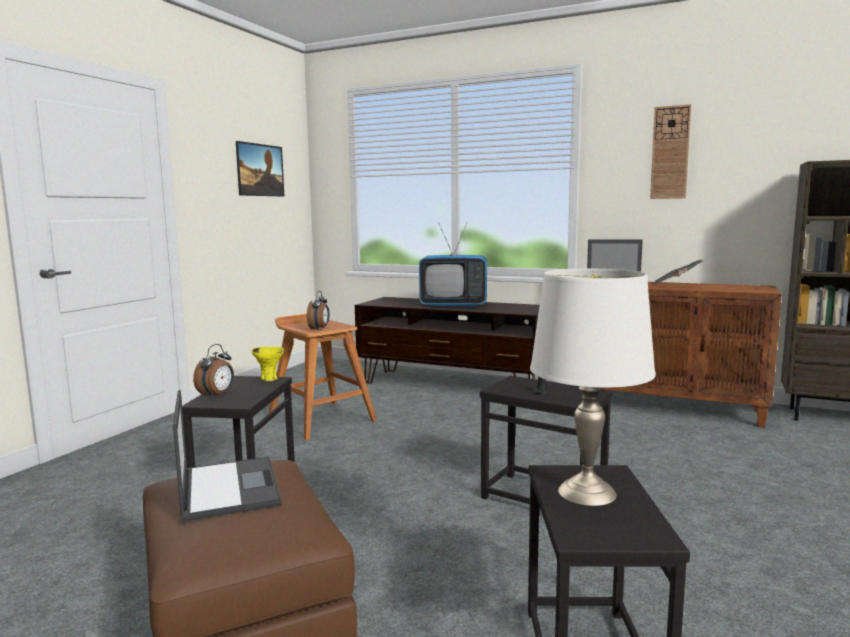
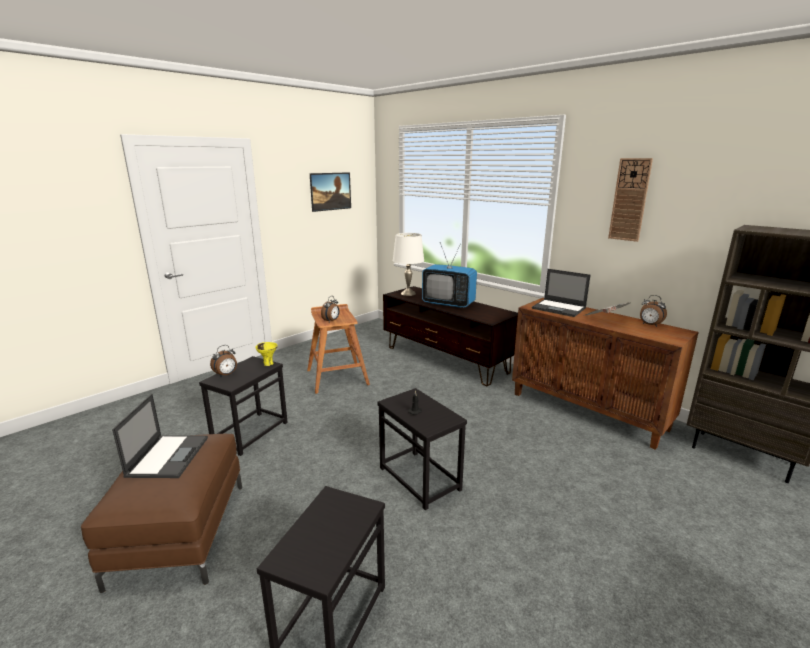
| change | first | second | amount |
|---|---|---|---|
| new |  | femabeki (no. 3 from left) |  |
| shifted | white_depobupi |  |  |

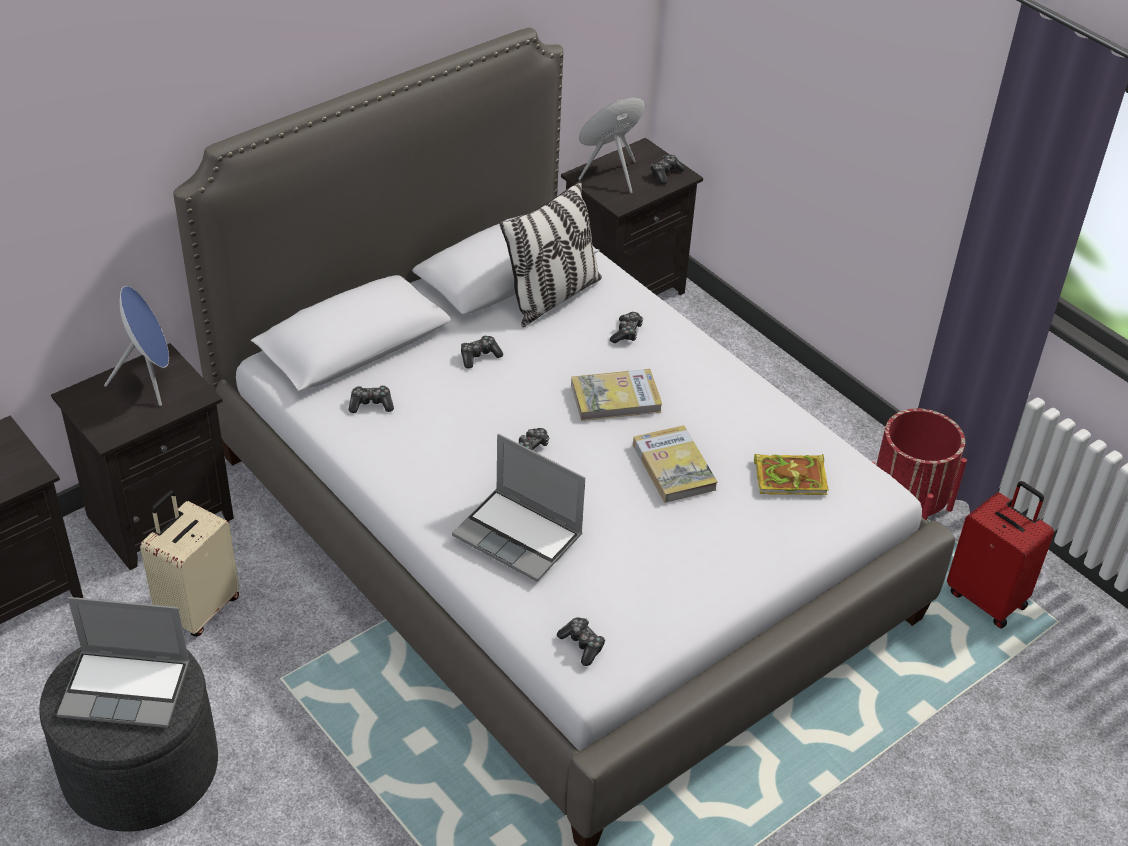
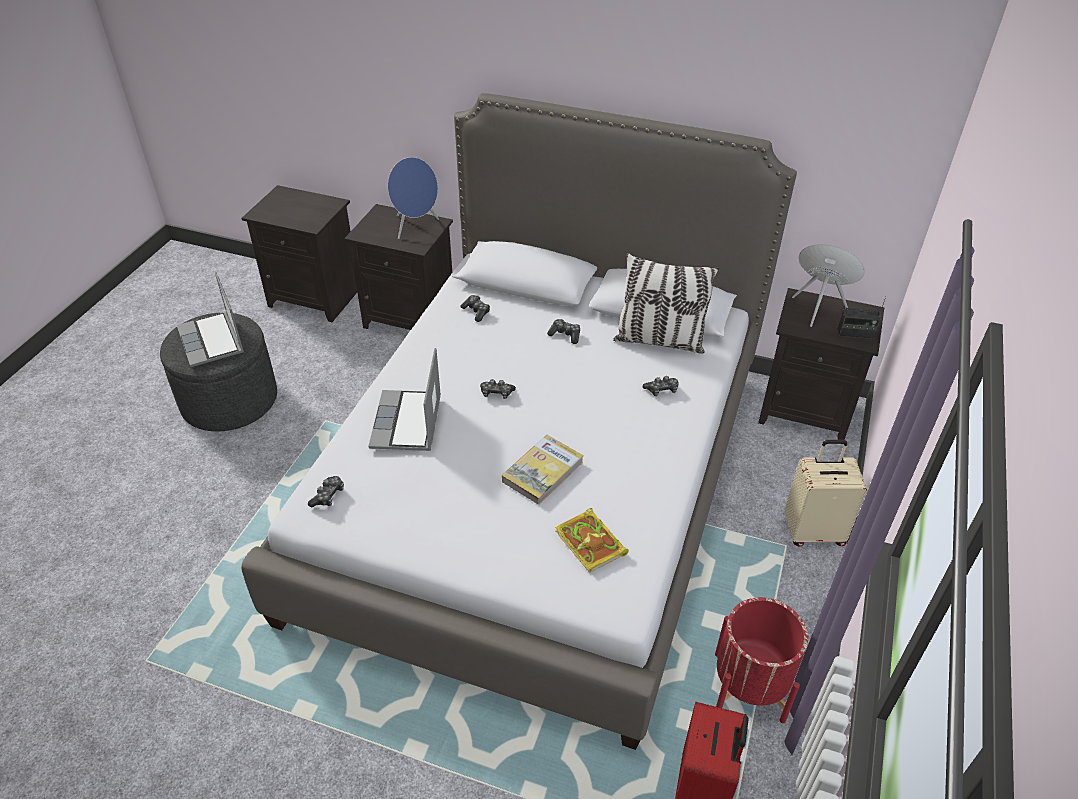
| change | first | second | amount |
|---|---|---|---|
| gone | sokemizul (no. 1 from left) |  |  |
| shifted | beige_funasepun |  |  |
| swapped | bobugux (no. 6 from left) | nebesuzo |  |

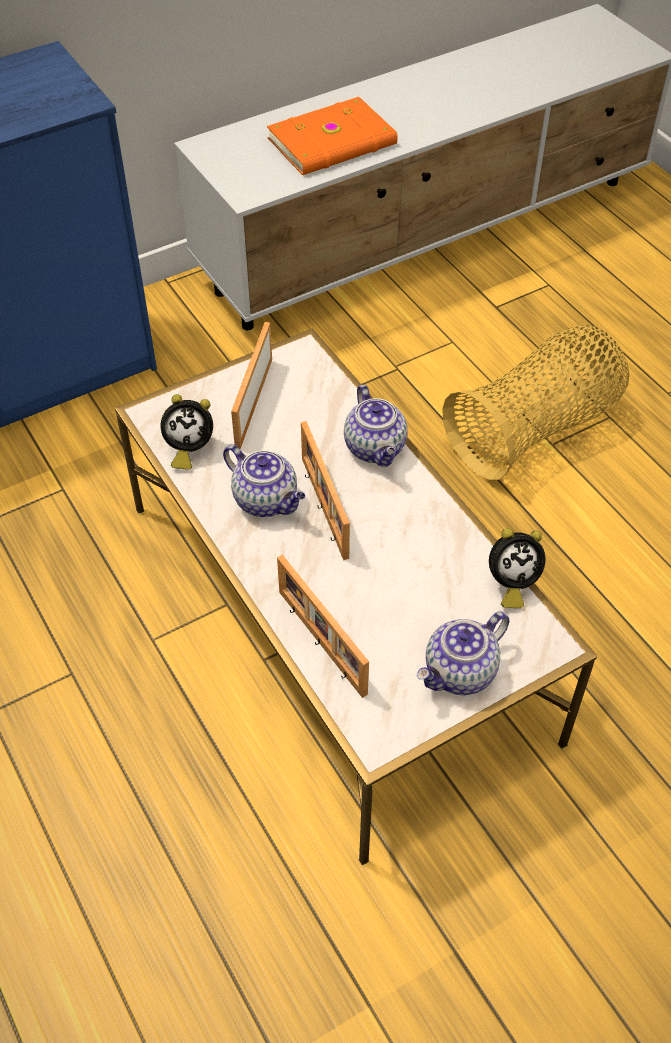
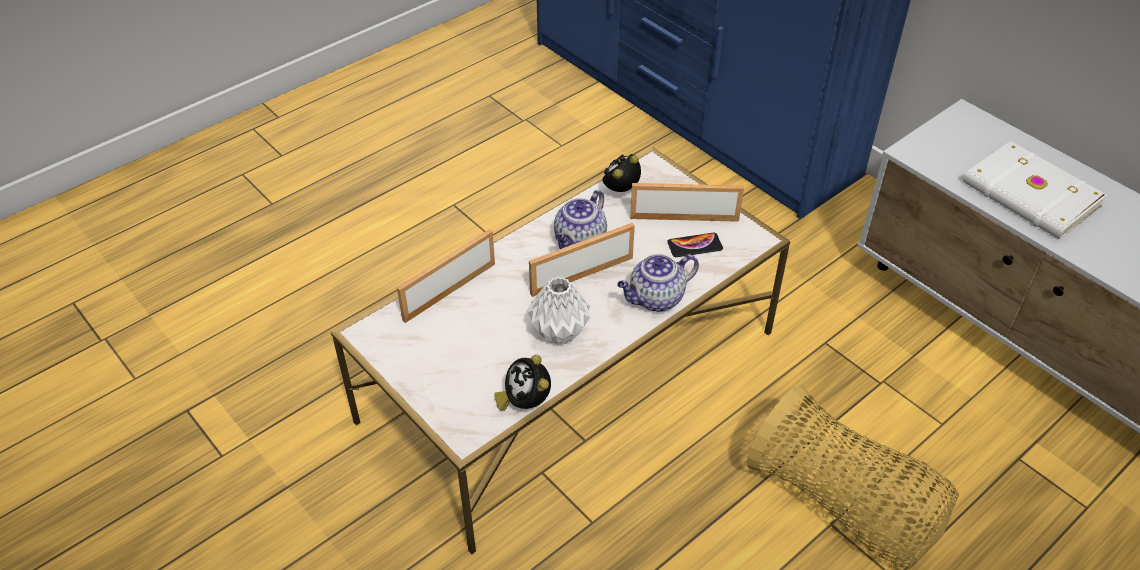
| change | first | second | amount |
|---|---|---|---|
| gone | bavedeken (no. 3 from left) |  |  |
| new |  | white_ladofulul |  |
| new |  | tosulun |  |
| repainted | orange_sokemizul | white_sokemizul |  |
| rotated | femabeki (no. 1 from left in the first image) | femabeki (no. 2 from left) | 60 degrees clockwise |

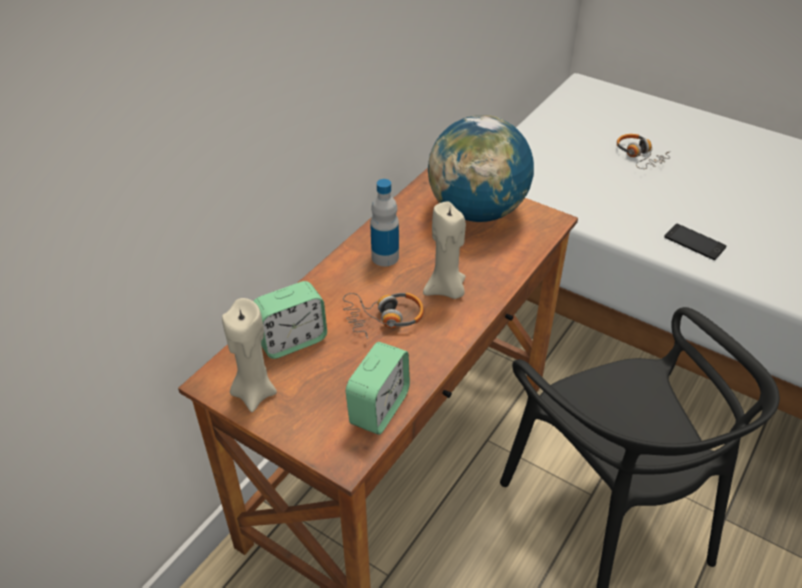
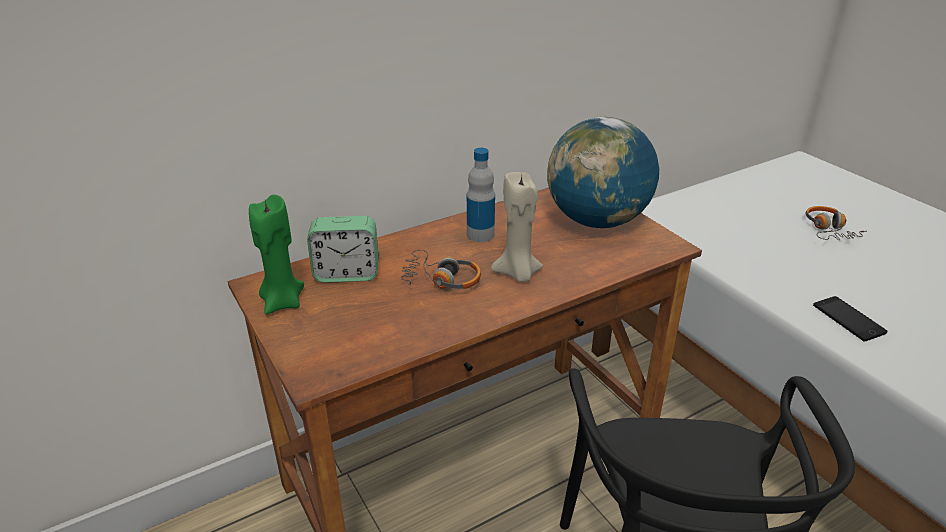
| change | first | second | amount |
|---|---|---|---|
| gone | femabeki (no. 2 from left) |  |  |
| repainted | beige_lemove (no. 1 from left) | green_lemove |  |

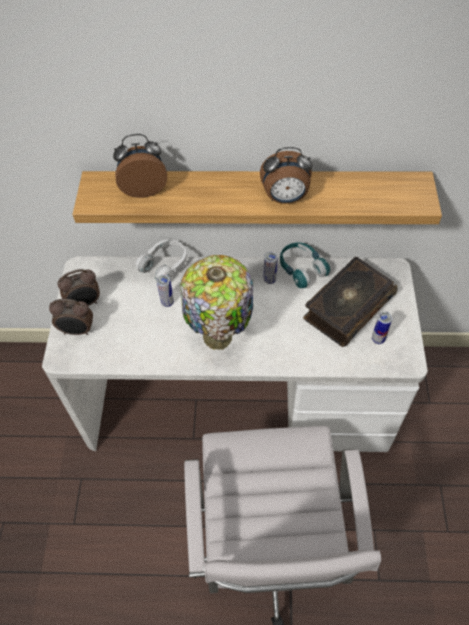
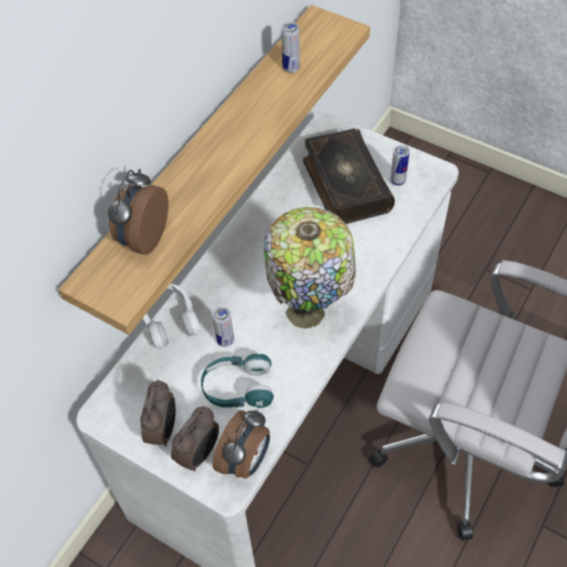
| change | first | second | amount |
|---|---|---|---|
| shifted | femabeki (no. 4 from left) |  |  |
| shifted | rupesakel (no. 2 from left) |  |  |
| shifted | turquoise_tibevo |  |  |

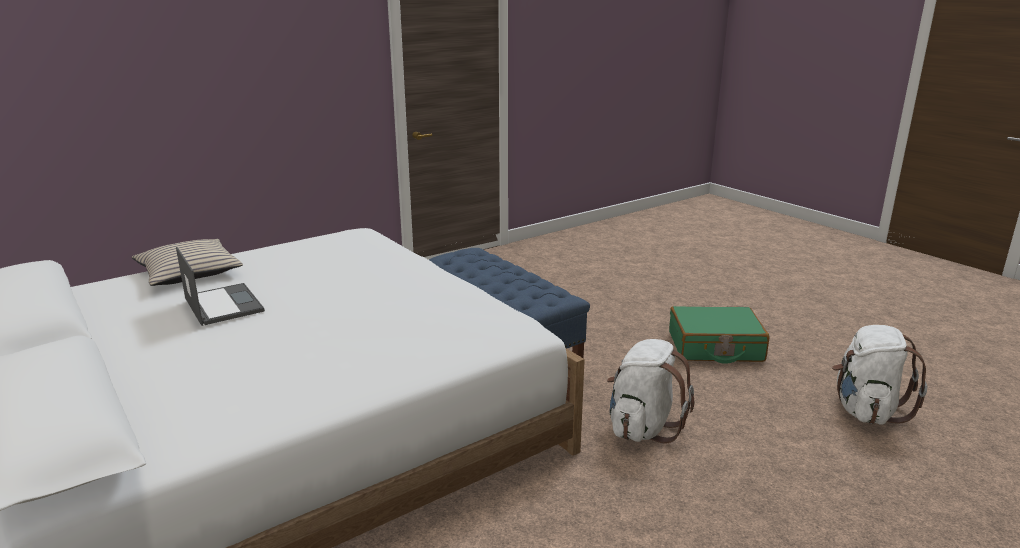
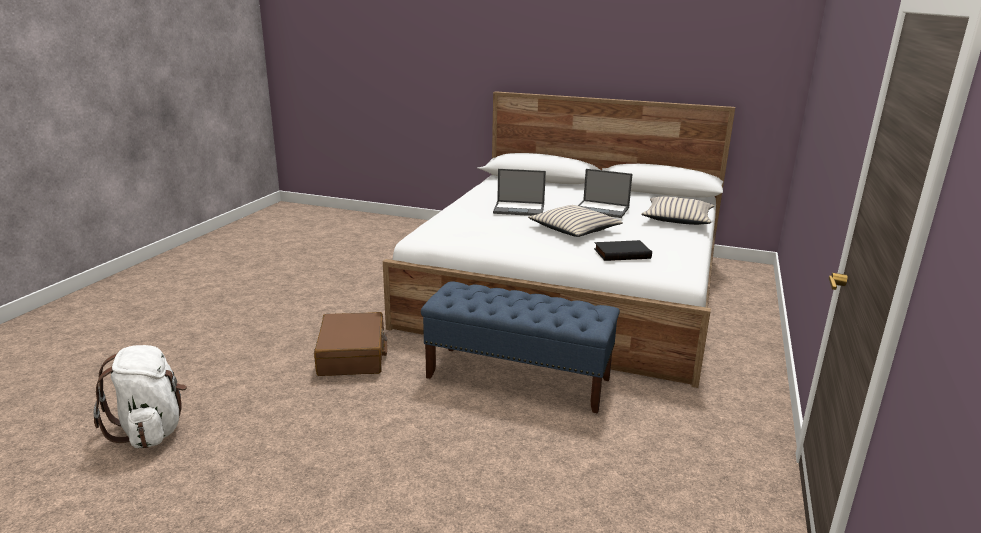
| change | first | second | amount |
|---|---|---|---|
| gone | green_funasepun |  |  |
| new |  | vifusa (no. 1 from left) |  |
| new |  | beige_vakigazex (no. 1 from left) |  |
| new |  | black_sokemizul |  |
| swapped | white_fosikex (no. 1 from left) | brown_funasepun |  |

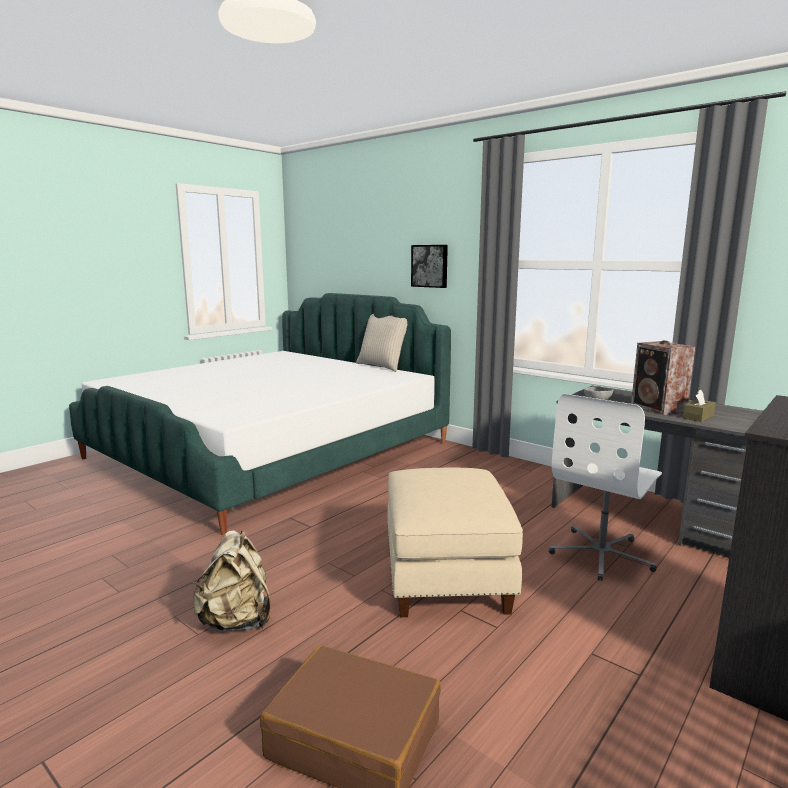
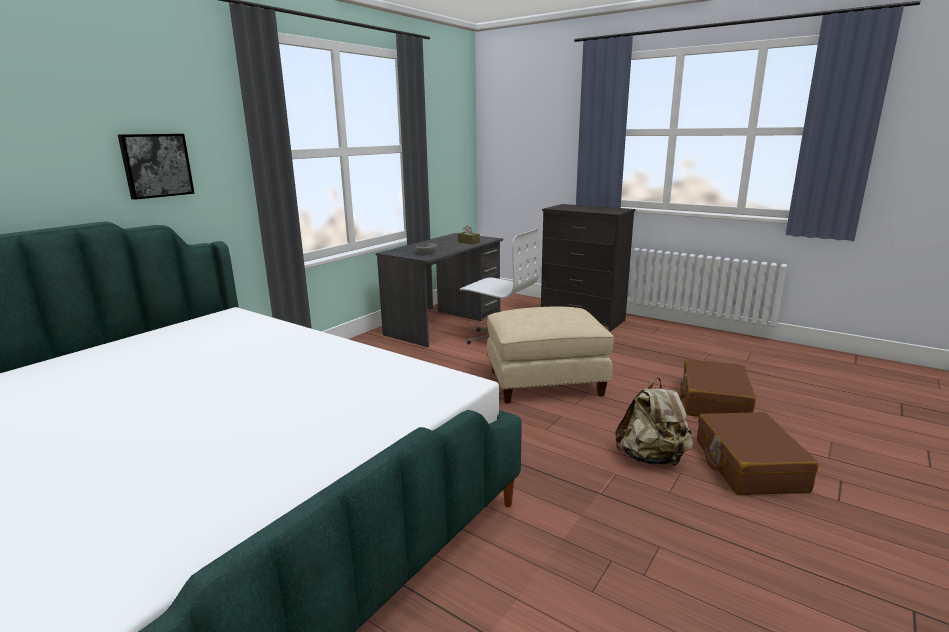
| change | first | second | amount |
|---|---|---|---|
| gone | beige_vakigazex |  |  |
| gone | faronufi |  |  |
| new |  | brown_funasepun (no. 2 from left) |  |

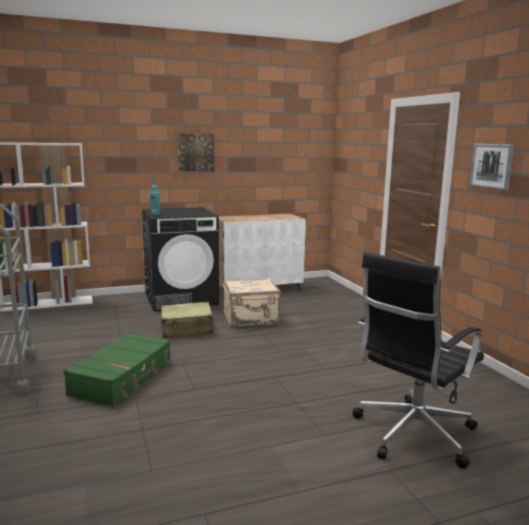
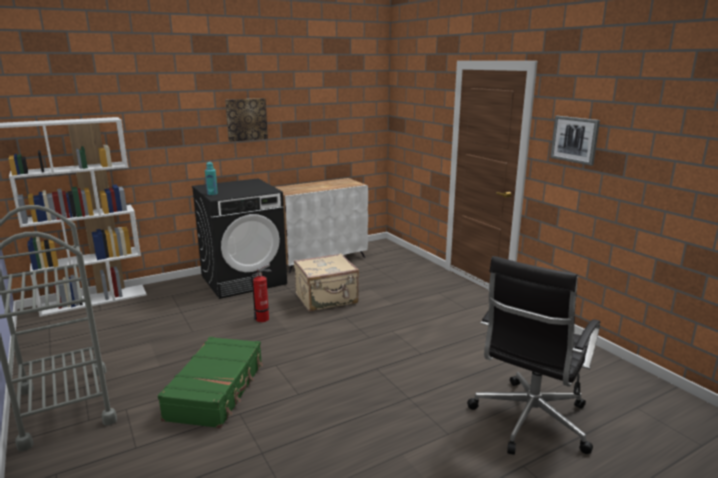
| change | first | second | amount |
|---|---|---|---|
| swapped | beige_funasepun (no. 1 from left) | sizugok |  |

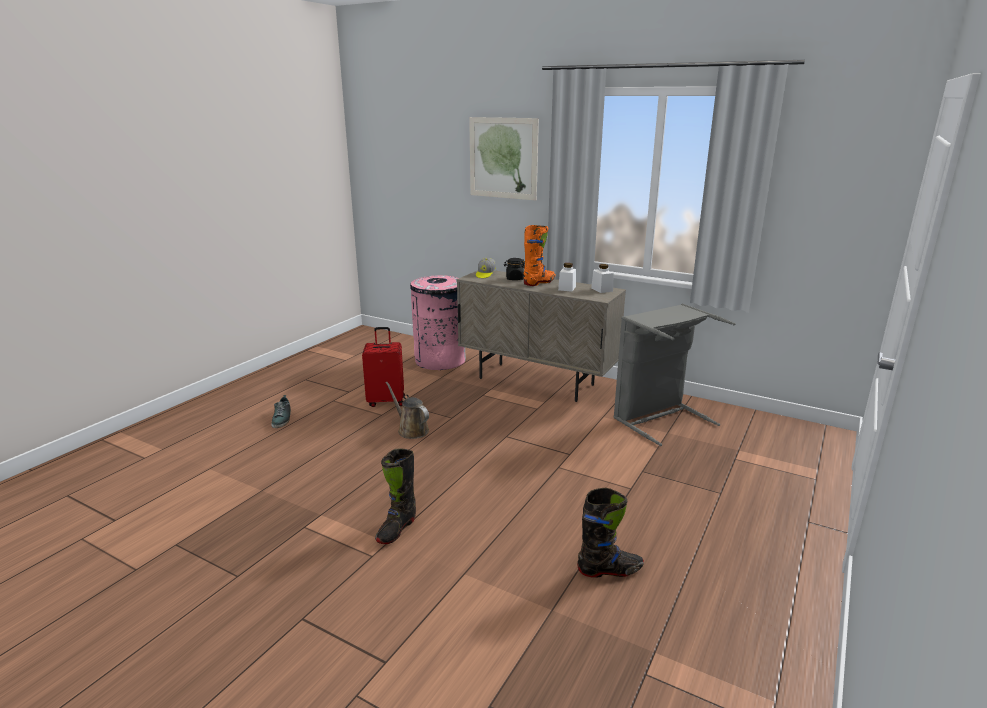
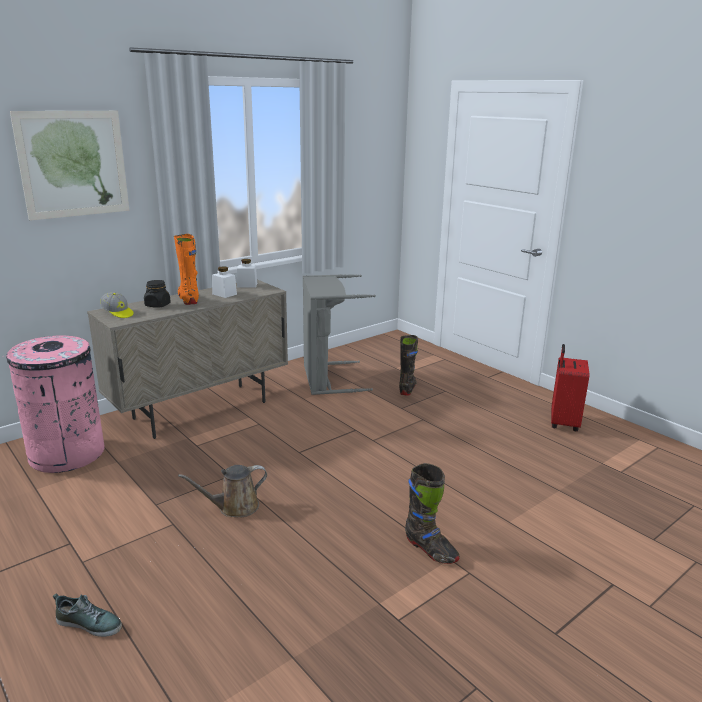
| change | first | second | amount |
|---|---|---|---|
| shifted | red_funasepun |  |  |
| shifted | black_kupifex (no. 2 from left in the first image) | black_kupifex (no. 1 from left) |  |

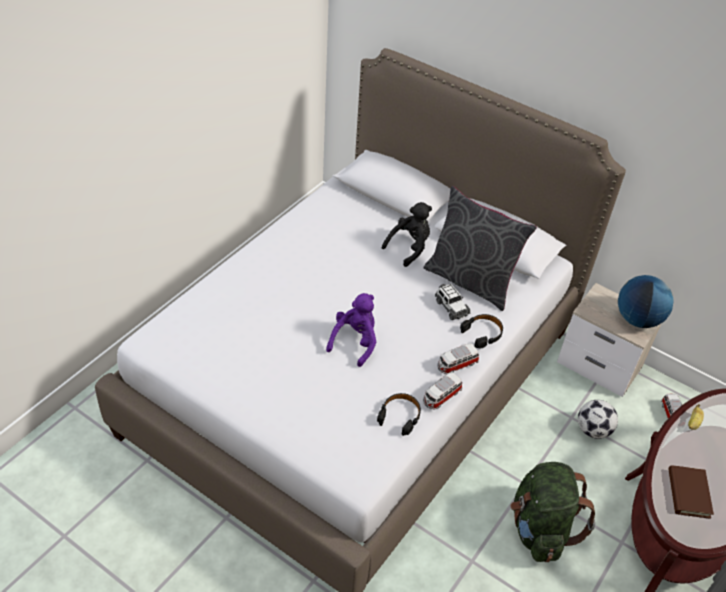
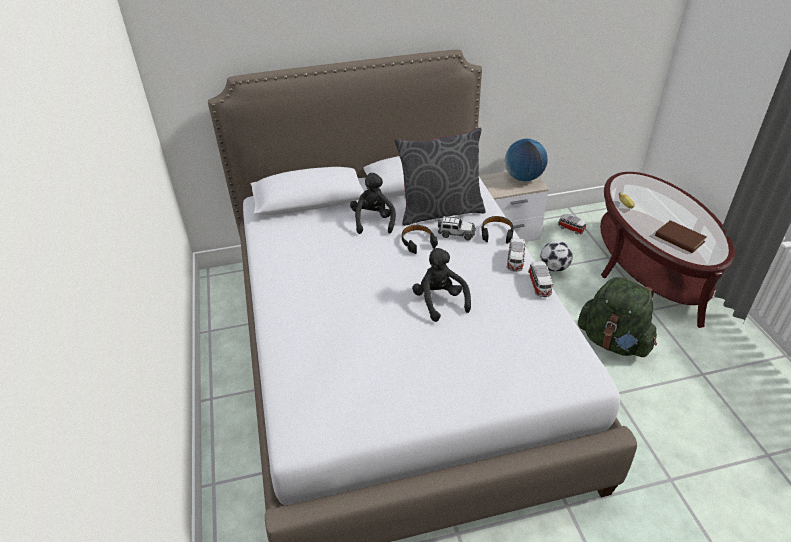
| change | first | second | amount |
|---|---|---|---|
| shifted | black_tibevo (no. 1 from left) |  |  |
| repainted | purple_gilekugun | black_gilekugun (no. 2 from left) |  |

